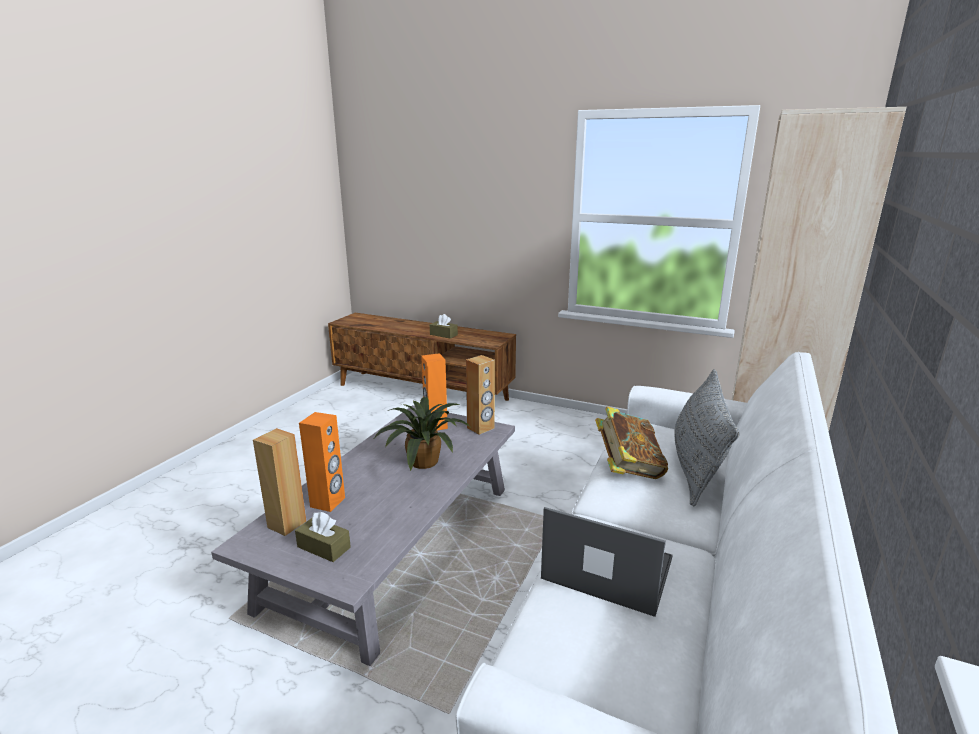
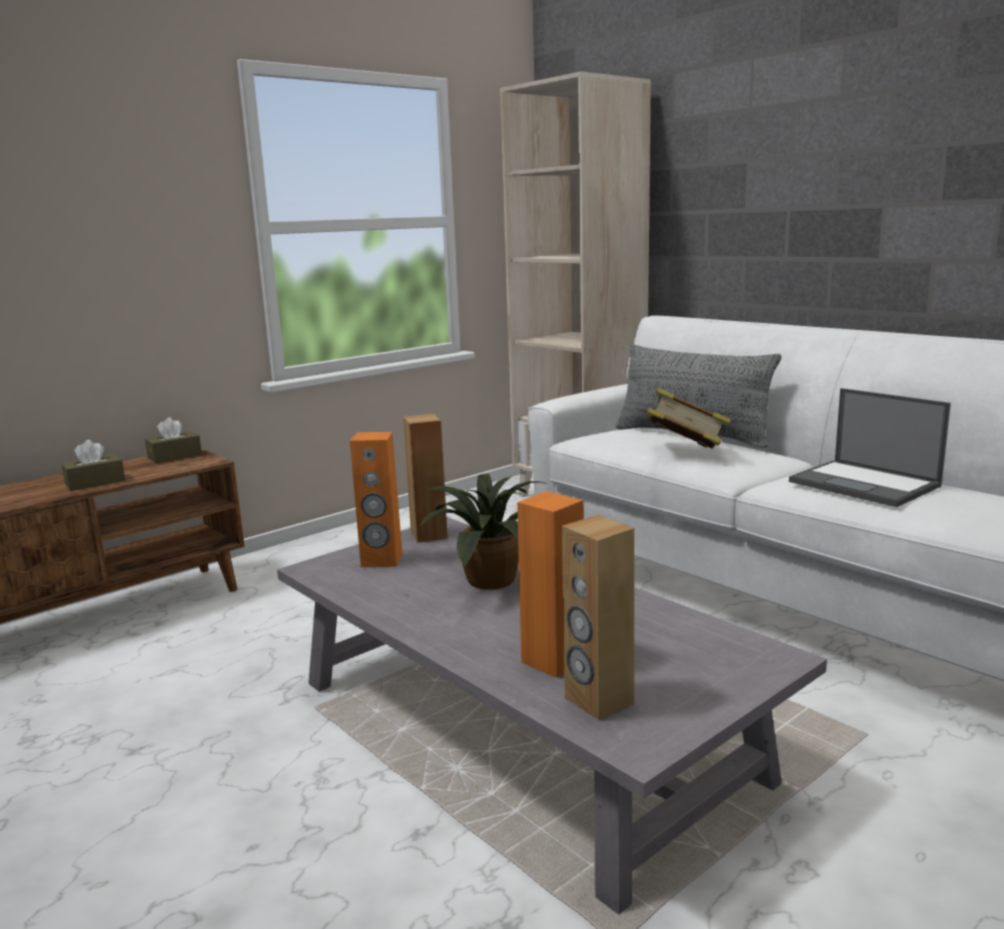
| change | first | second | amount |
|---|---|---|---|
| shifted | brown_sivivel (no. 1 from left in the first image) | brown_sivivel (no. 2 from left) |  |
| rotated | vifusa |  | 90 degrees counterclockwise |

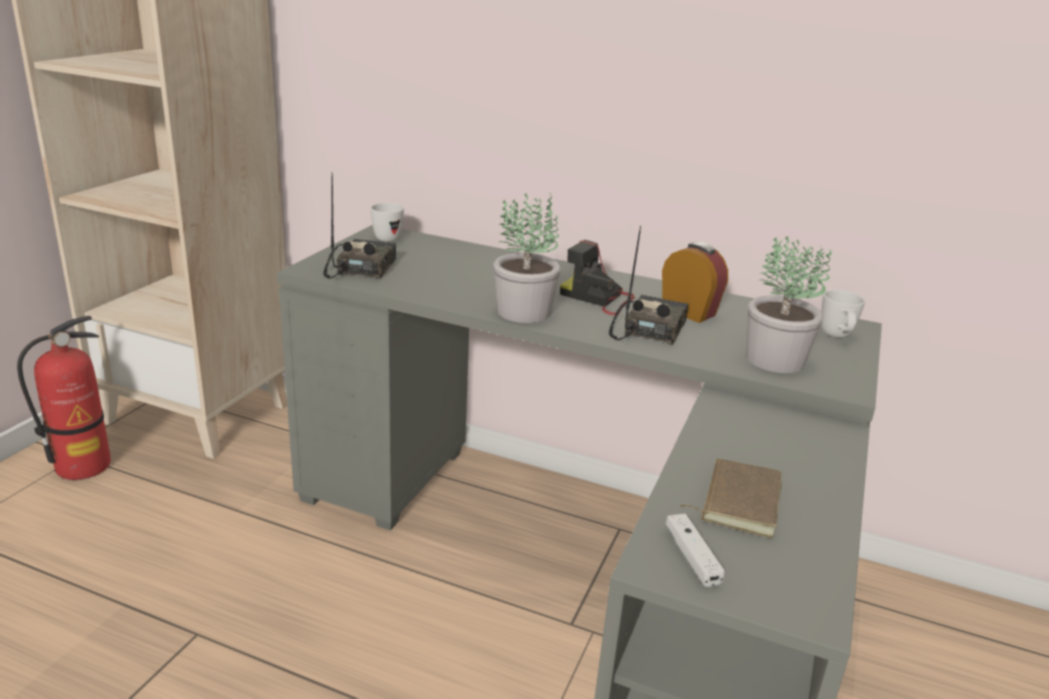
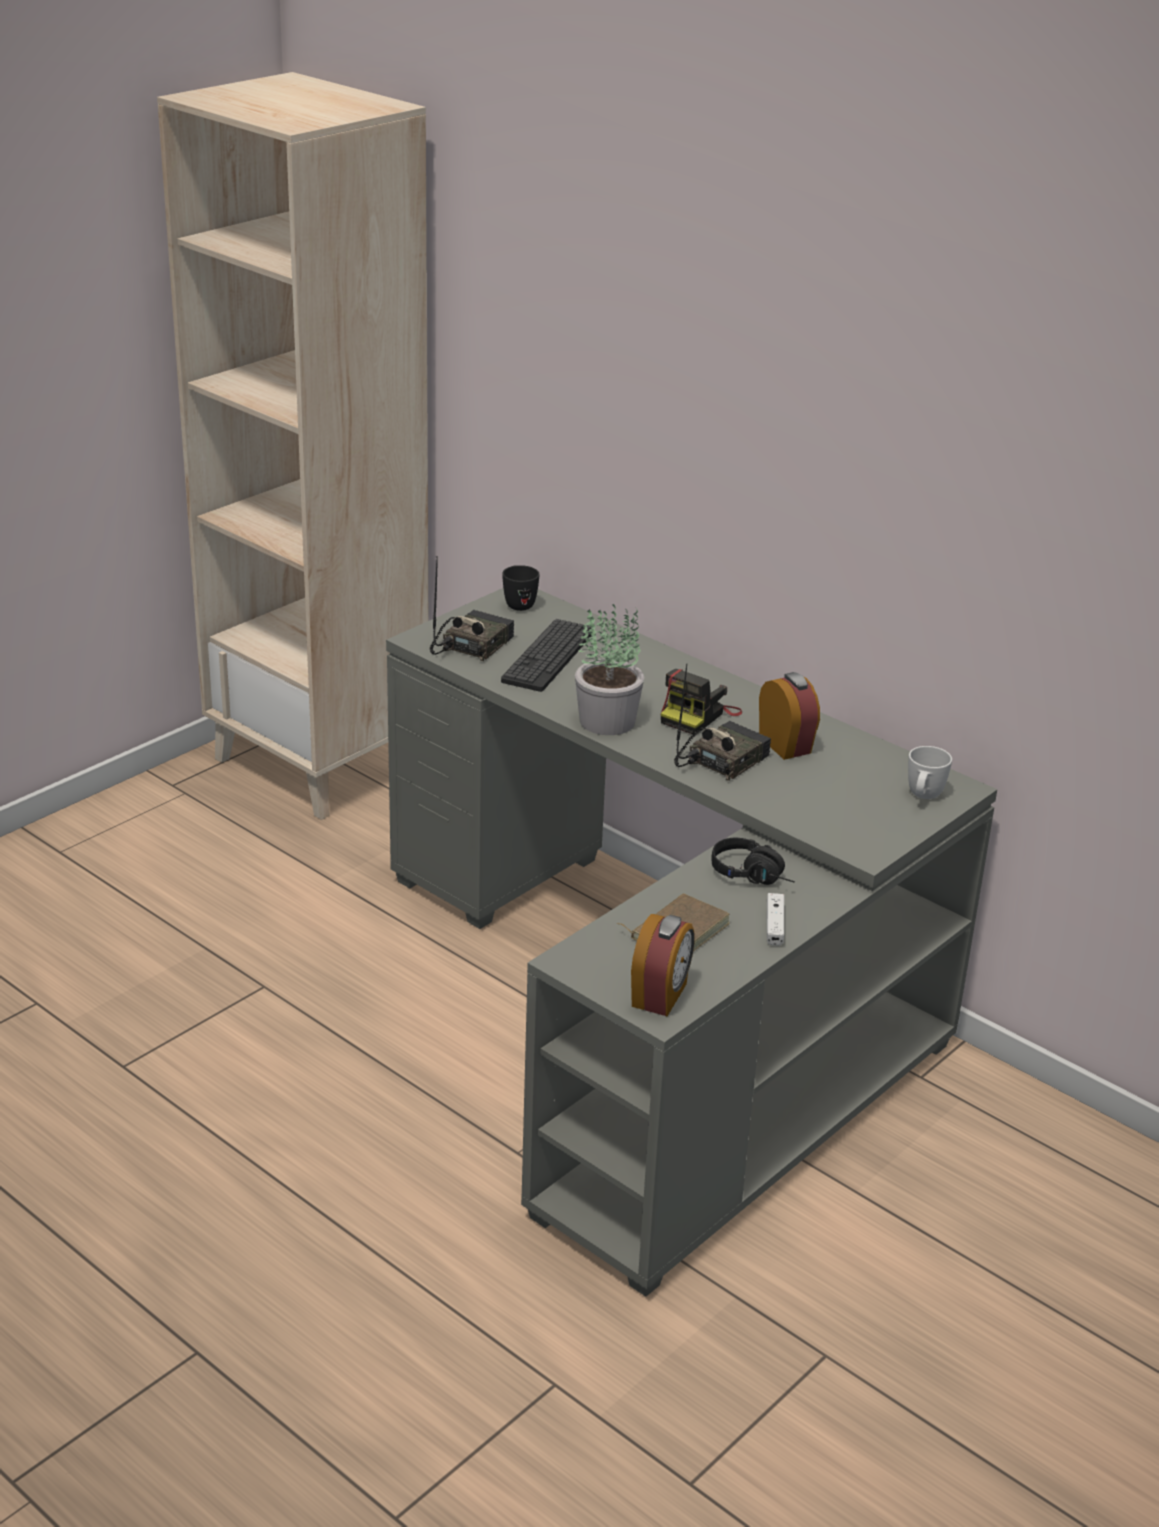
| change | first | second | amount |
|---|---|---|---|
| gone | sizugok |  |  |
| gone | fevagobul (no. 2 from left) |  |  |
| new |  | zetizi |  |
| new |  | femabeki (no. 1 from left) |  |
| new |  | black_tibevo |  |
| shifted | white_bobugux |  |  |
| repainted | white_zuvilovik (no. 1 from left) | black_zuvilovik |  |
| rotated | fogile |  | 105 degrees counterclockwise |

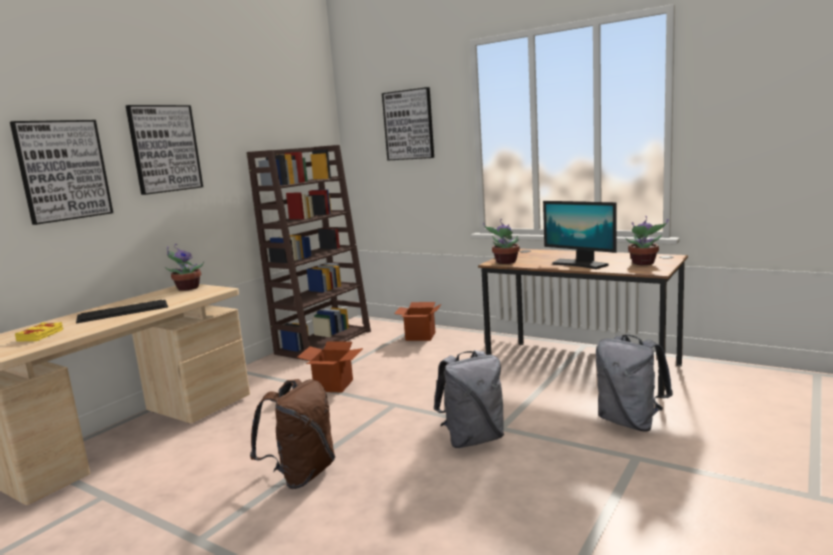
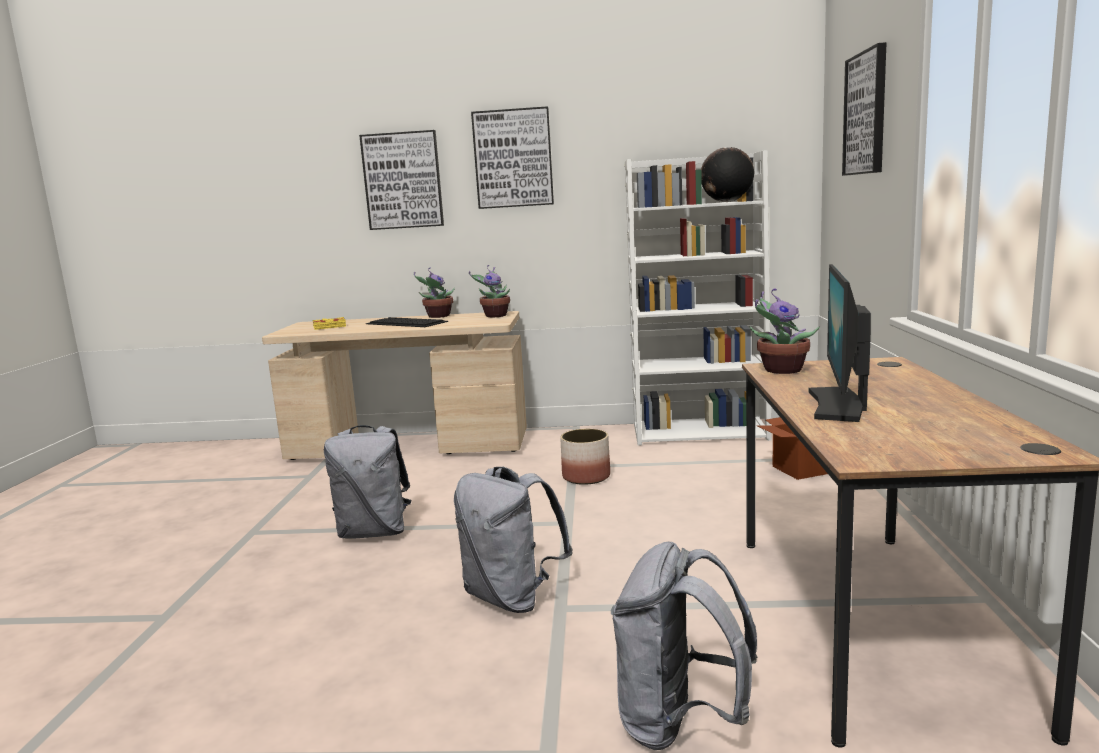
| change | first | second | amount |
|---|---|---|---|
| new |  | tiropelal |  |
| shifted | fevagobul (no. 3 from left in the first image) | fevagobul (no. 1 from left) |  |
| swapped | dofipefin (no. 1 from left) | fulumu |  |
| repainted | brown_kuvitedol | white_kuvitedol |  |
| repainted | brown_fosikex | grey_fosikex (no. 1 from left) |  |

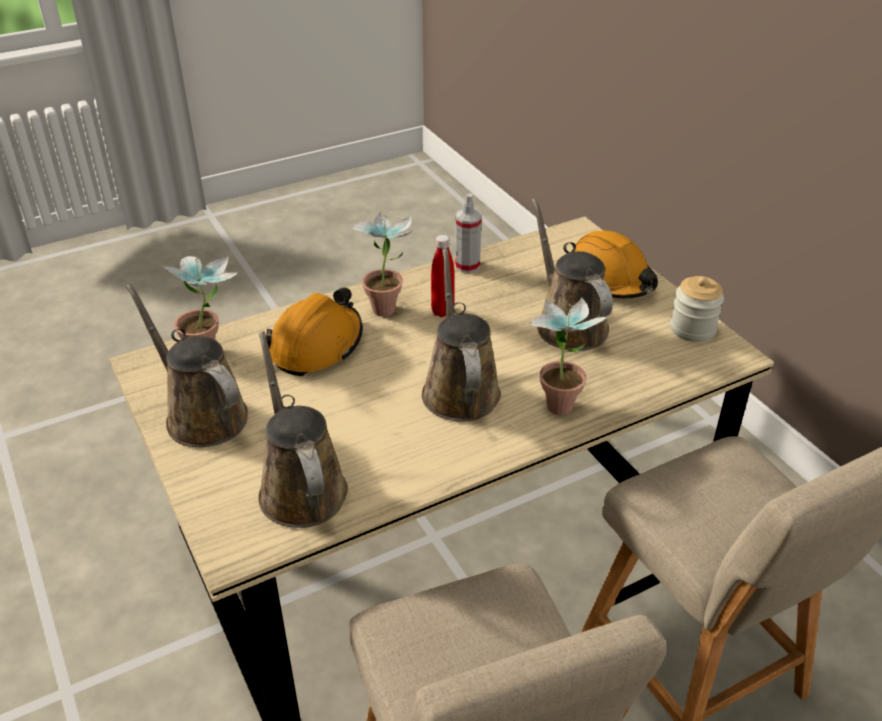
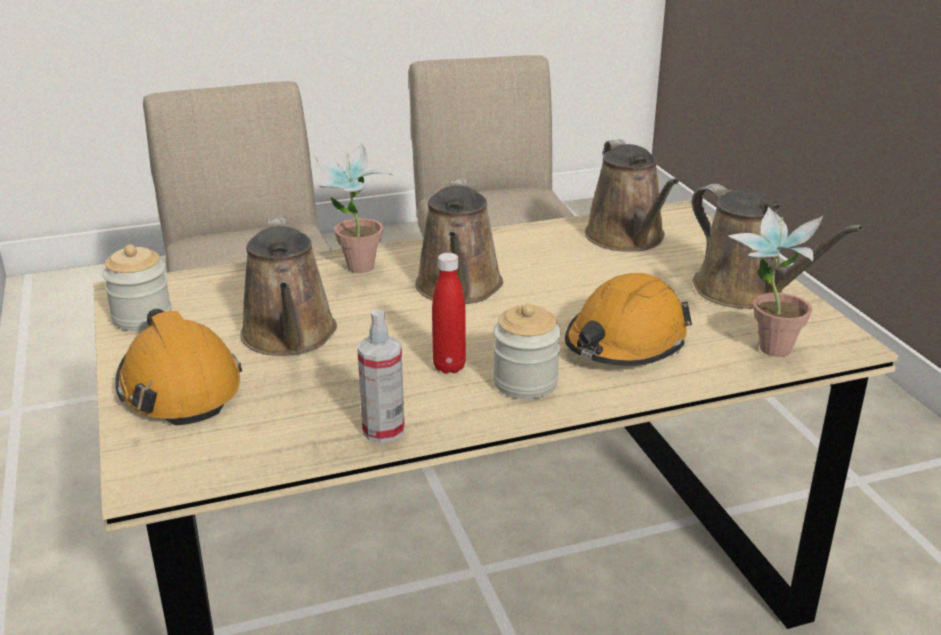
| change | first | second | amount |
|---|---|---|---|
| swapped | fevagobul (no. 2 from left) | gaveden (no. 2 from left) |  |

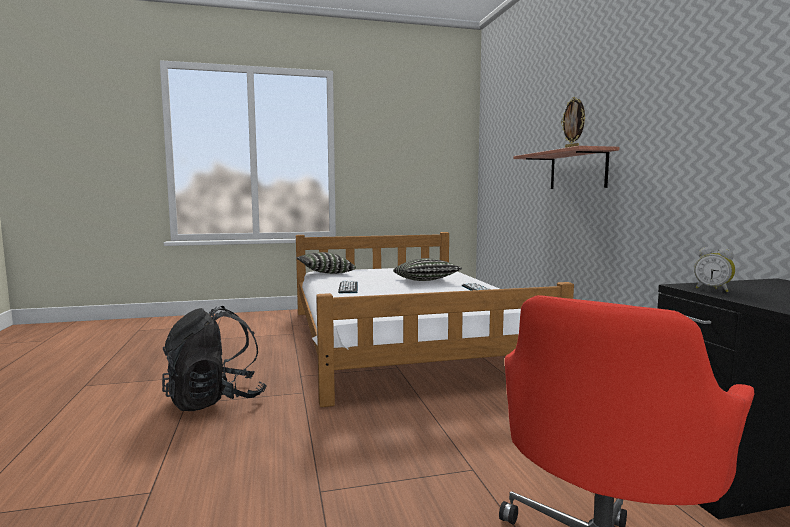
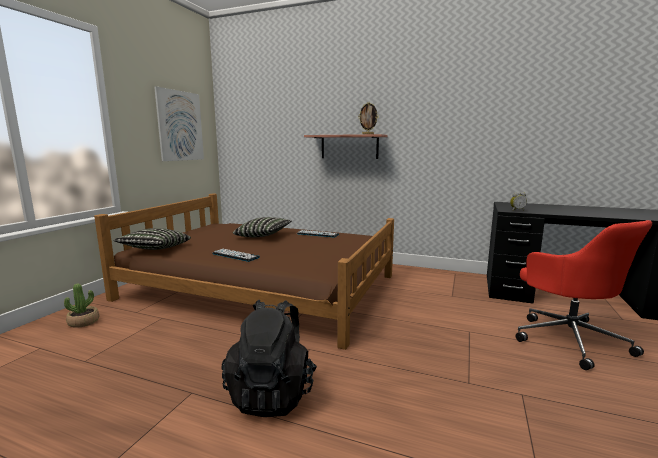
| change | first | second | amount |
|---|---|---|---|
| new |  | fevagobul |  |
| new |  | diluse |  |
| repainted | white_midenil | brown_midenil |  |

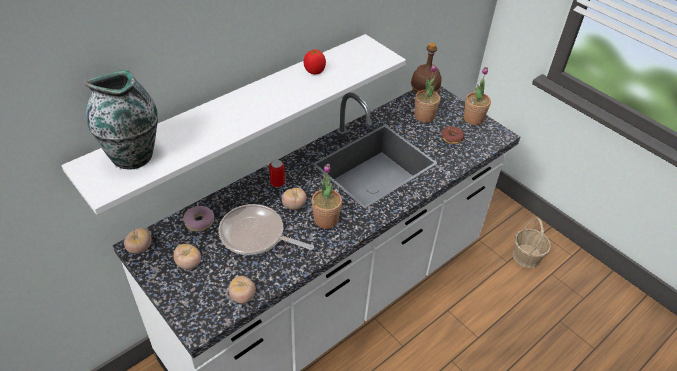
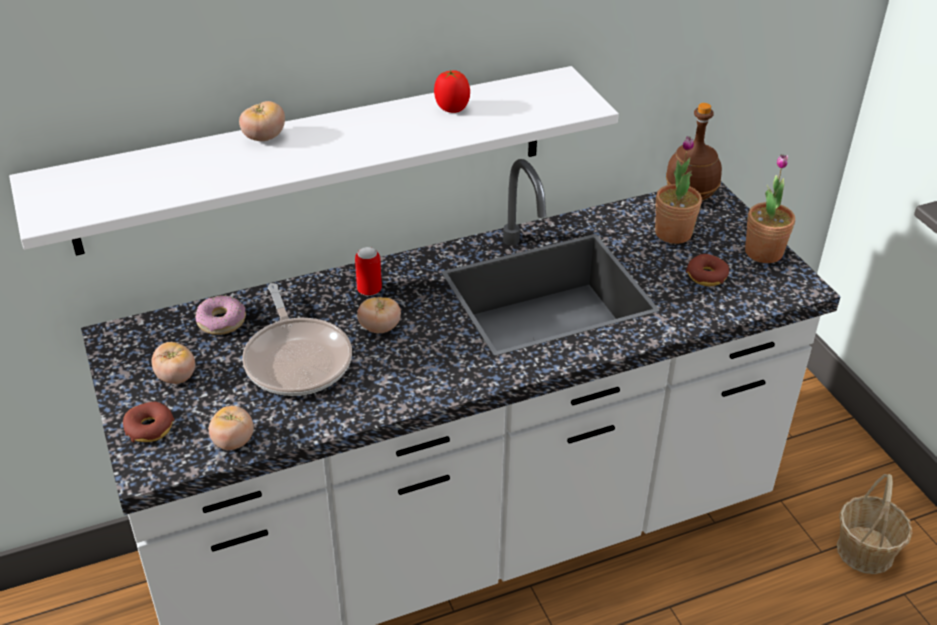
| change | first | second | amount |
|---|---|---|---|
| gone | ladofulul |  |  |
| gone | fevagobul (no. 1 from left) |  |  |
| new |  | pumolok (no. 1 from left) |  |
| shifted | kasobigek (no. 1 from left in the first image) | kasobigek (no. 3 from left) |  |
| rotated | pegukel |  | 150 degrees counterclockwise |

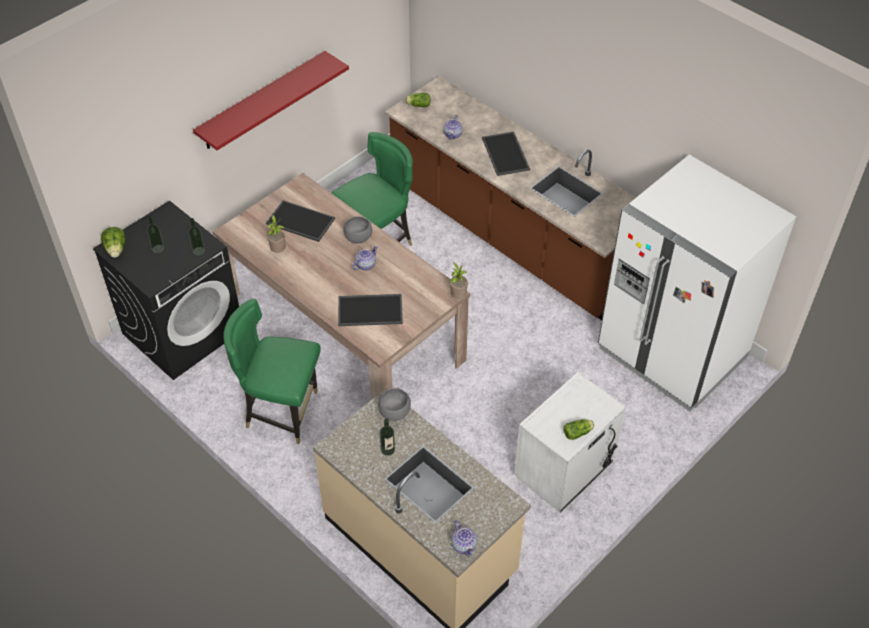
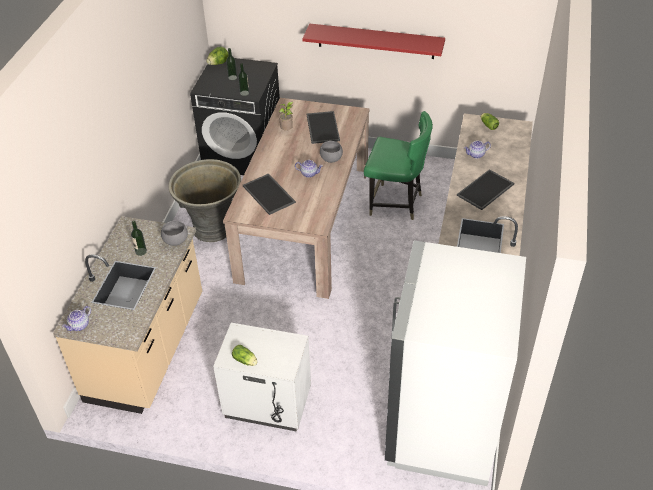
| change | first | second | amount |
|---|---|---|---|
| gone | fevagobul (no. 2 from left) |  |  |
| swapped | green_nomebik (no. 1 from left) | grey_fulumu |  |

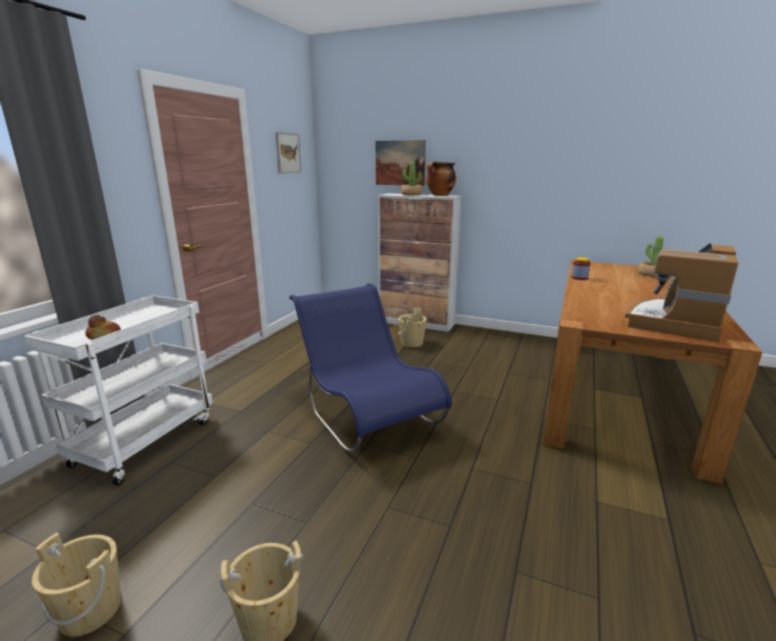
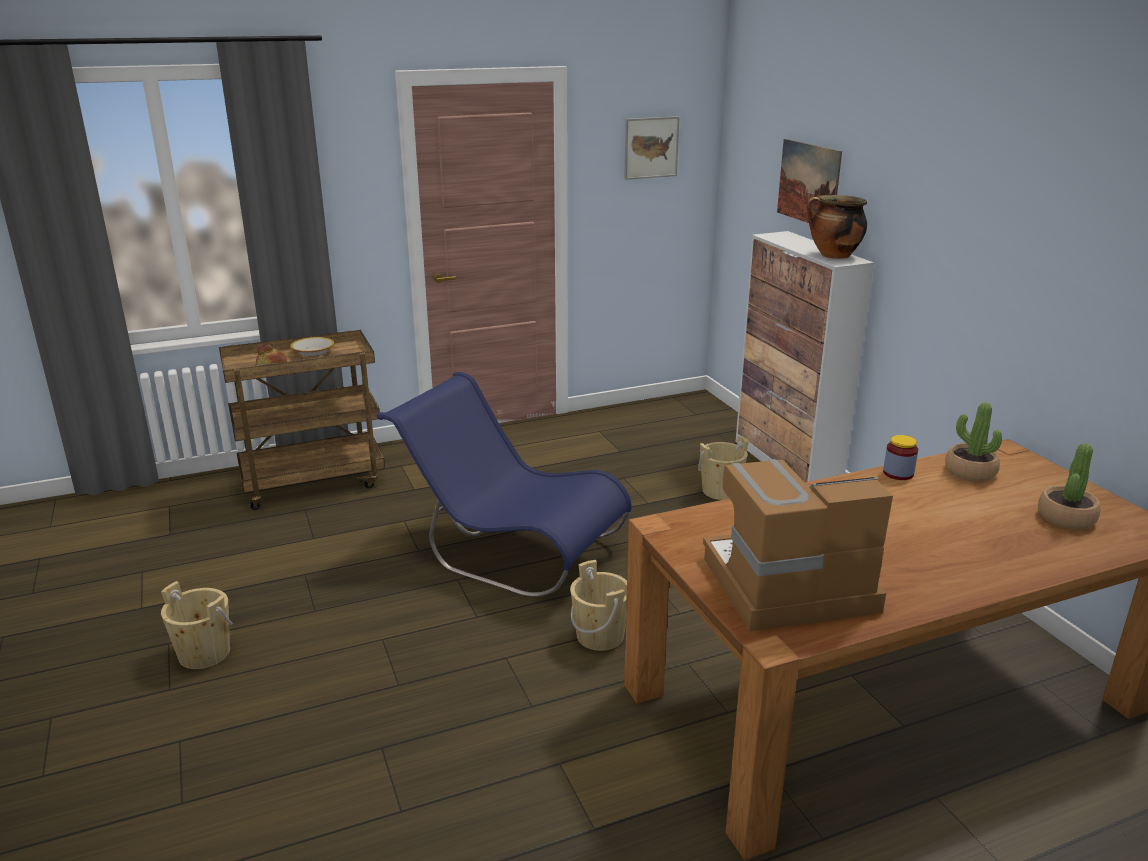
| change | first | second | amount |
|---|---|---|---|
| new |  | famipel |  |
| shifted | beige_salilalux (no. 1 from left in the first image) | beige_salilalux (no. 2 from left) |  |
| shifted | fevagobul (no. 1 from left) |  |  |
| repainted | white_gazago | brown_gazago |  |
| rotated | blue_nomebik |  | 75 degrees counterclockwise |

